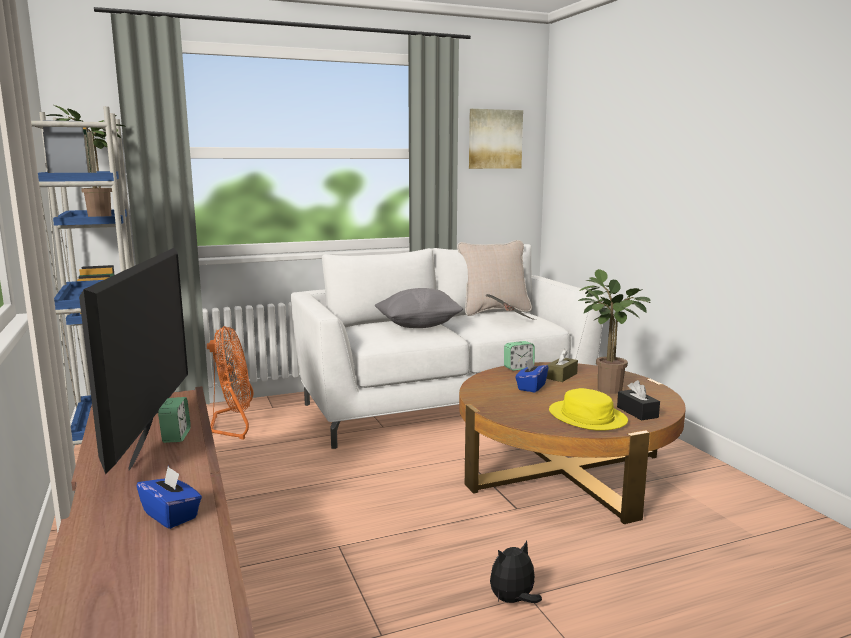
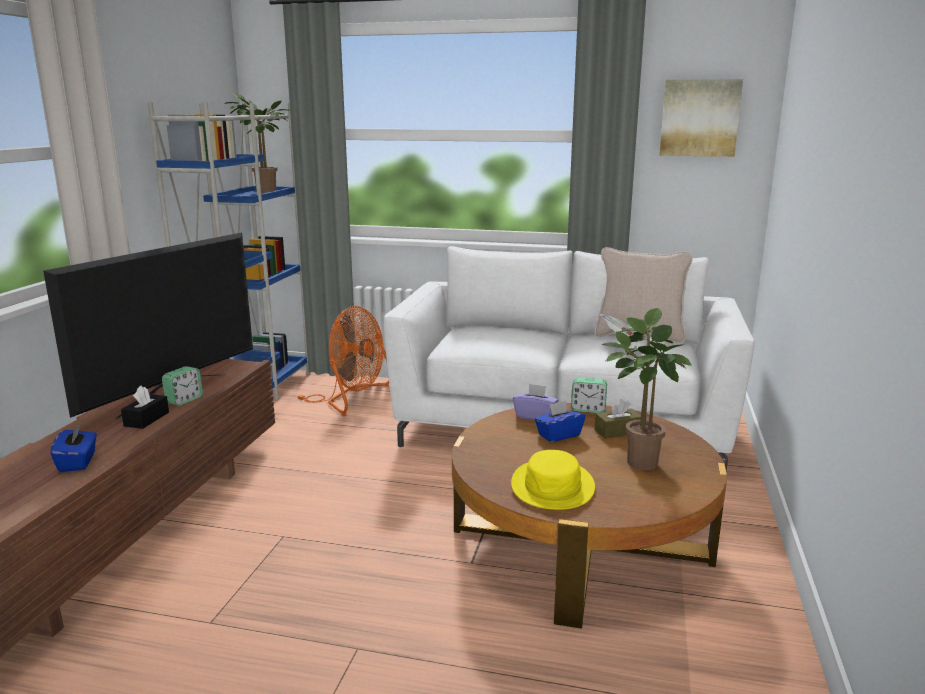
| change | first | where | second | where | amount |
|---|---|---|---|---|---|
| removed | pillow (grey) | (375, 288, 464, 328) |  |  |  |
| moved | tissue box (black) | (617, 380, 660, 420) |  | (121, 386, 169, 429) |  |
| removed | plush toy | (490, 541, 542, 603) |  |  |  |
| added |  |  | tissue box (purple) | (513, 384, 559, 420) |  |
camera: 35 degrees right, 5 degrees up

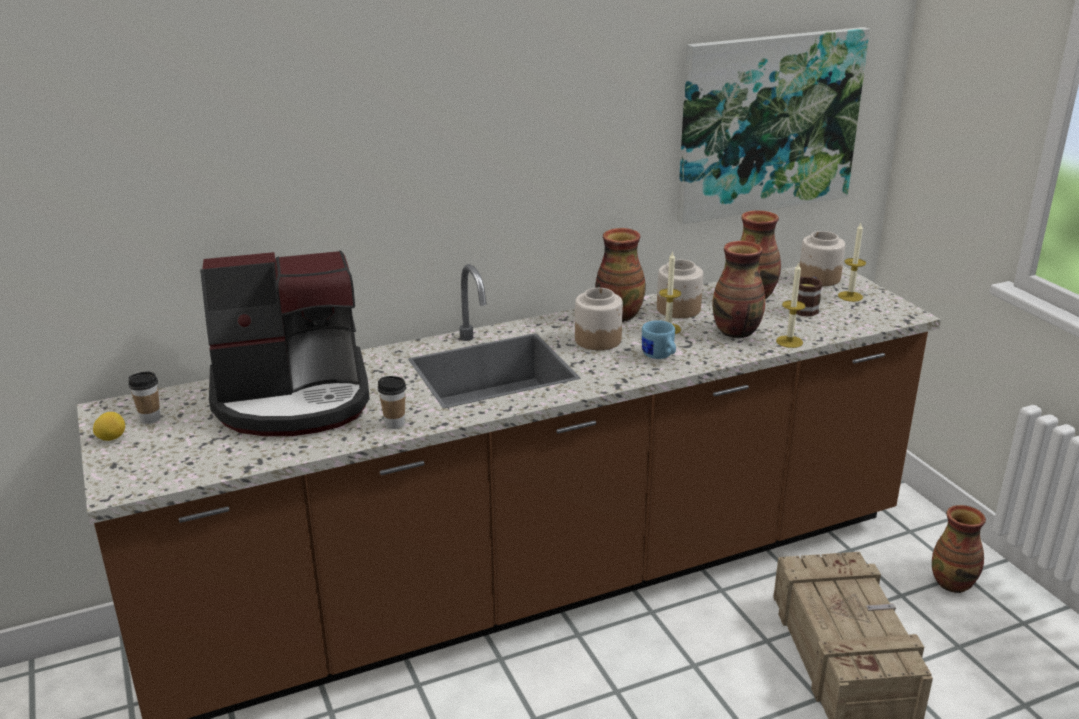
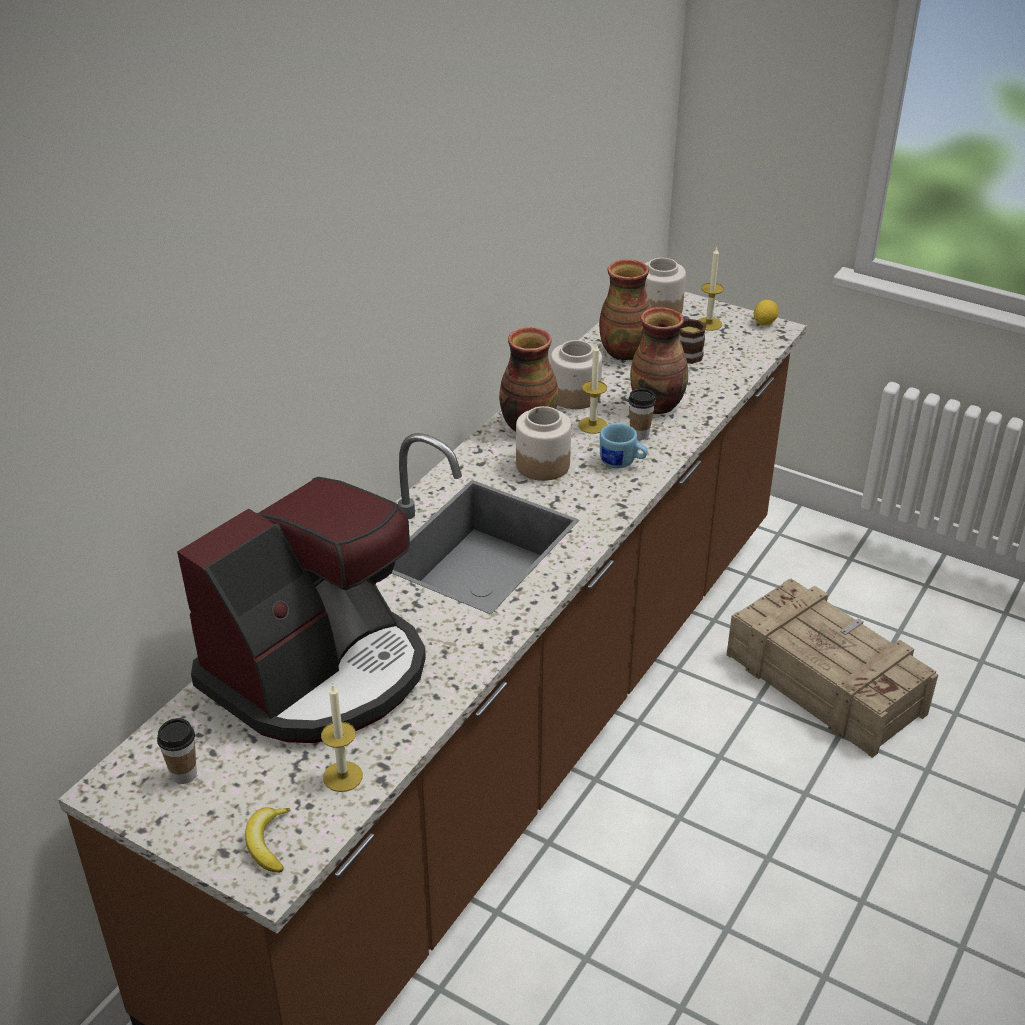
| change | first | where | second | where | amount |
|---|---|---|---|---|---|
| removed | picture | (677, 27, 870, 224) |  |  |  |
| moved | candle | (776, 262, 806, 348) |  | (321, 683, 363, 792) |  |
| moved | cup | (378, 376, 406, 429) |  | (628, 389, 656, 440) |  |
| moved | lemon | (93, 412, 125, 441) |  | (753, 300, 779, 325) |  |
| removed | vase | (932, 505, 986, 593) |  |  |  |
| added |  |  | banana | (245, 807, 291, 873) |  |
camera: 35 degrees left, 10 degrees up

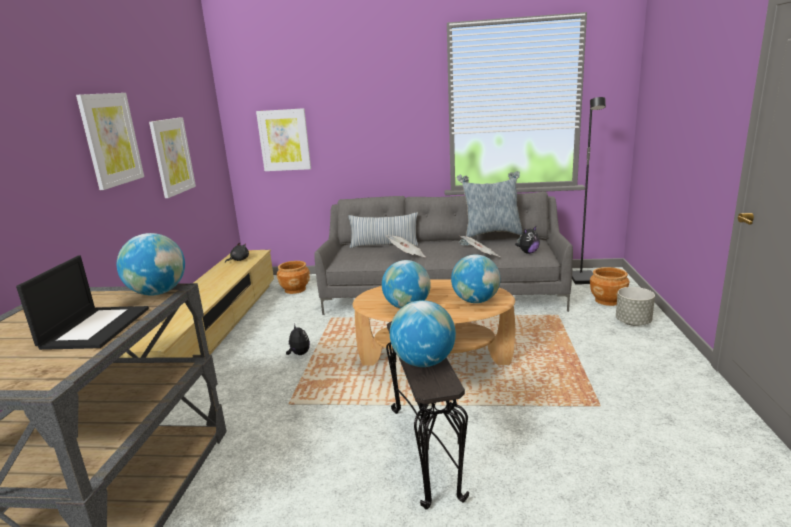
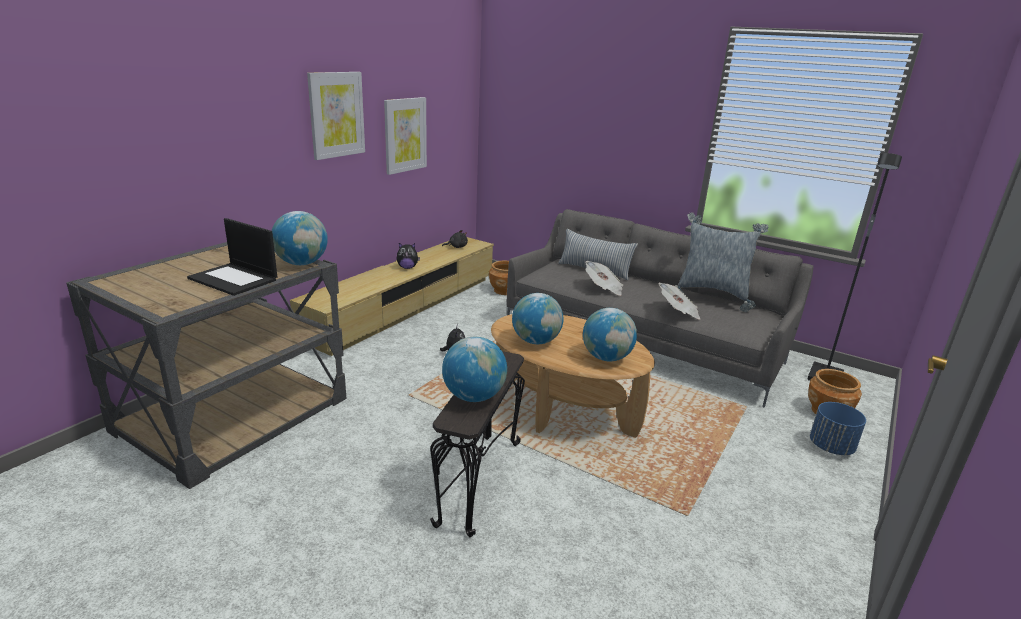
| change | first | where | second | where | amount |
|---|---|---|---|---|---|
| removed | picture | (256, 108, 311, 171) |  |  |  |
| moved | plush toy | (515, 226, 540, 254) |  | (397, 243, 420, 269) |  |
| turned | laptop | (16, 255, 149, 350) |  | (187, 218, 277, 296) | 90 degrees clockwise |
| recoloured | planter (grey) | (616, 287, 655, 326) | planter (blue) | (810, 402, 866, 455) |  |
camera: 25 degrees right, 5 degrees up

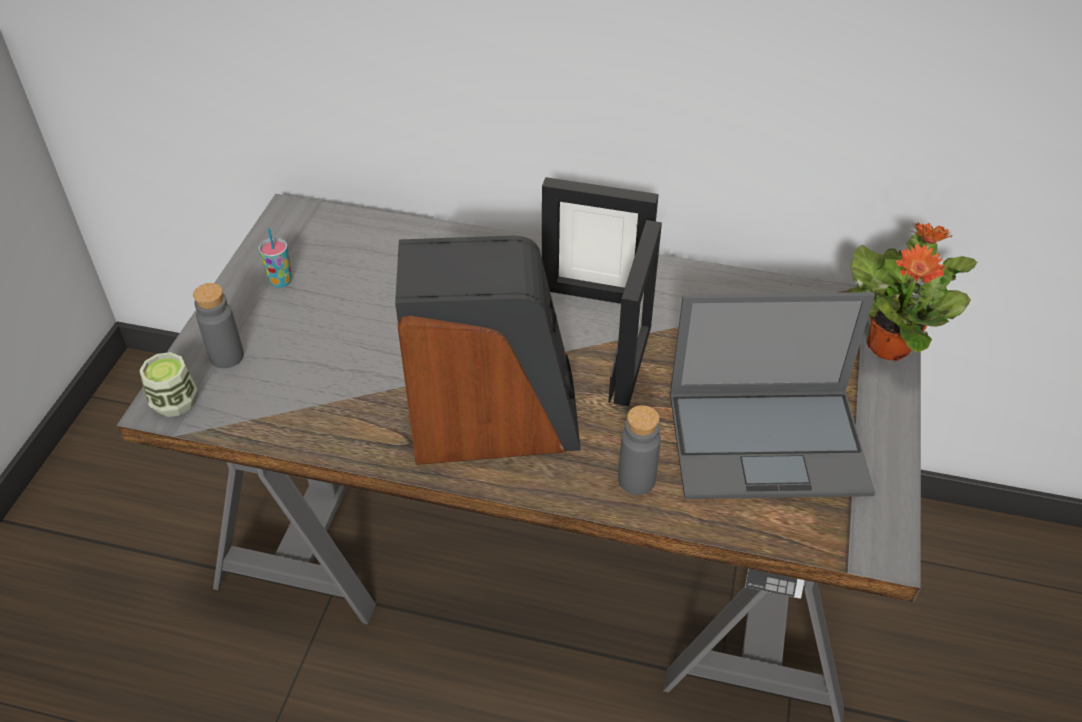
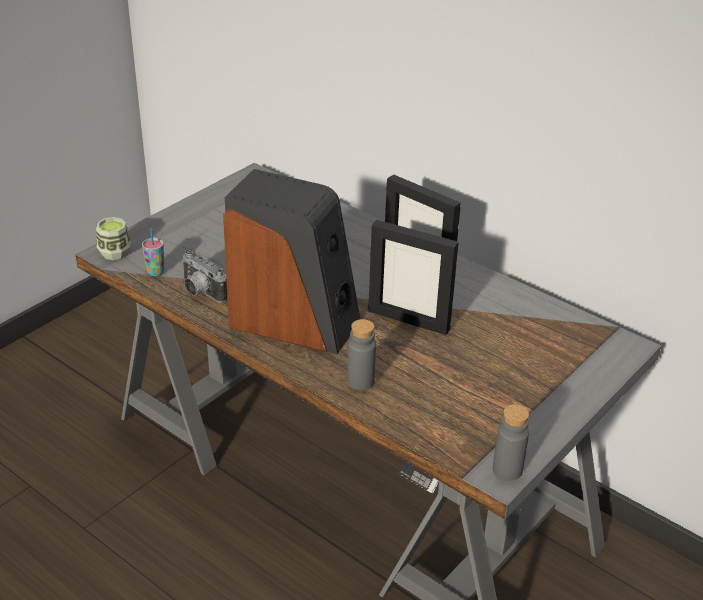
| change | first | where | second | where | amount |
|---|---|---|---|---|---|
| turned | picture frame | (608, 220, 662, 407) |  | (368, 220, 459, 335) | 75 degrees clockwise |
| removed | potted plant | (848, 222, 977, 361) |  |  |  |
| moved | cup | (259, 228, 292, 288) |  | (142, 228, 164, 276) |  |
| moved | bottle (grey) | (193, 283, 244, 368) |  | (493, 404, 529, 481) |  |
| removed | laptop | (670, 292, 875, 499) |  |  |  |
| added |  |  | photo camera | (182, 249, 227, 303) |  |
camera: 25 degrees right, 10 degrees down

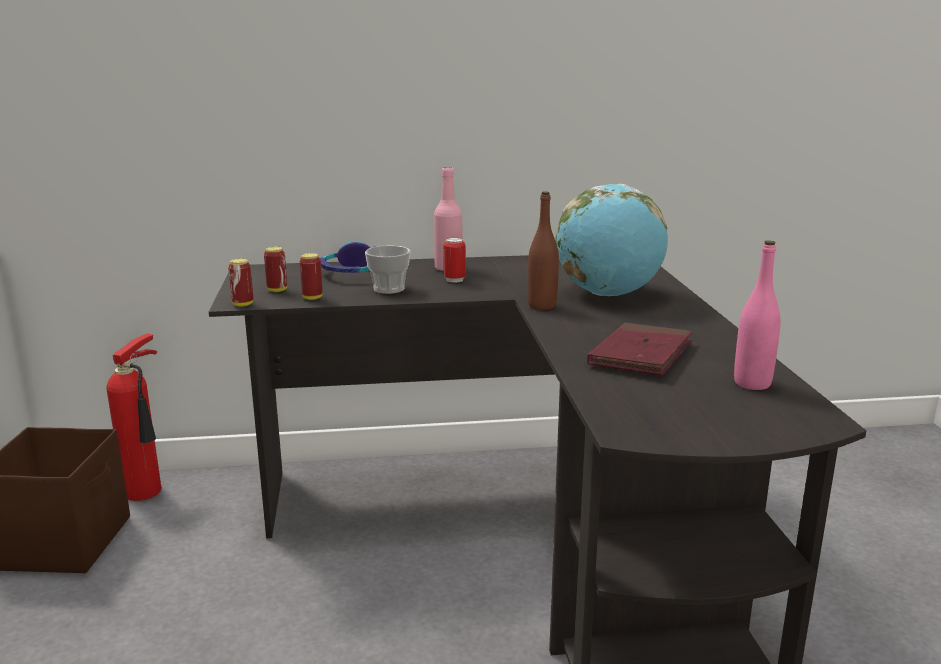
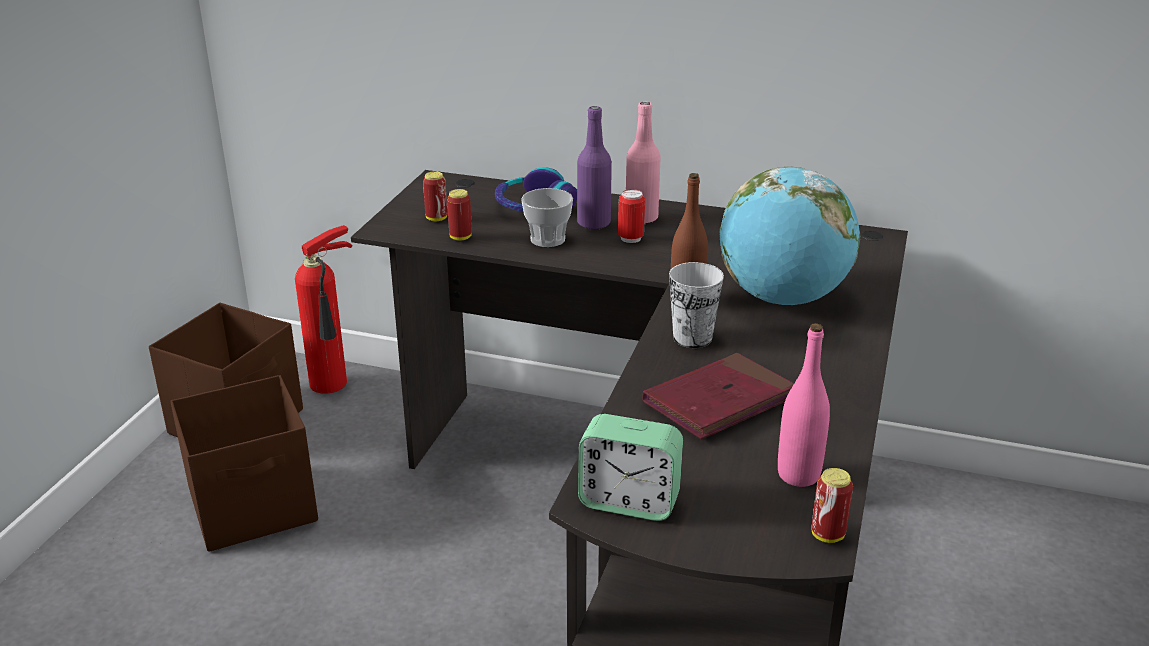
| change | first | where | second | where | amount |
|---|---|---|---|---|---|
| moved | can | (228, 259, 253, 307) |  | (812, 468, 853, 543) |  |
| added |  |  | bottle (purple) | (577, 106, 612, 229) |  |
| added |  |  | cup | (669, 262, 724, 348) |  |
| added |  |  | storage box (brown) | (170, 375, 318, 552) |  |
| added |  |  | alarm clock | (578, 414, 683, 521) |  |
camera: 25 degrees right, 10 degrees up

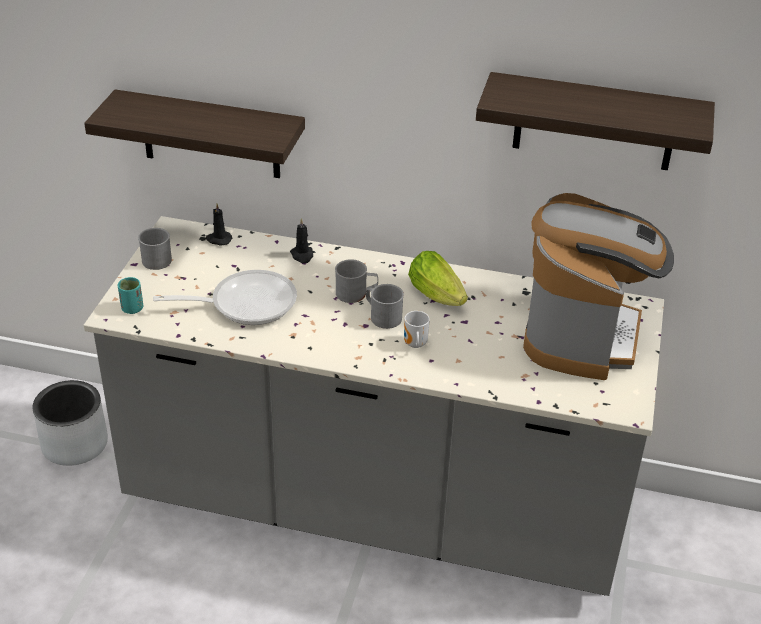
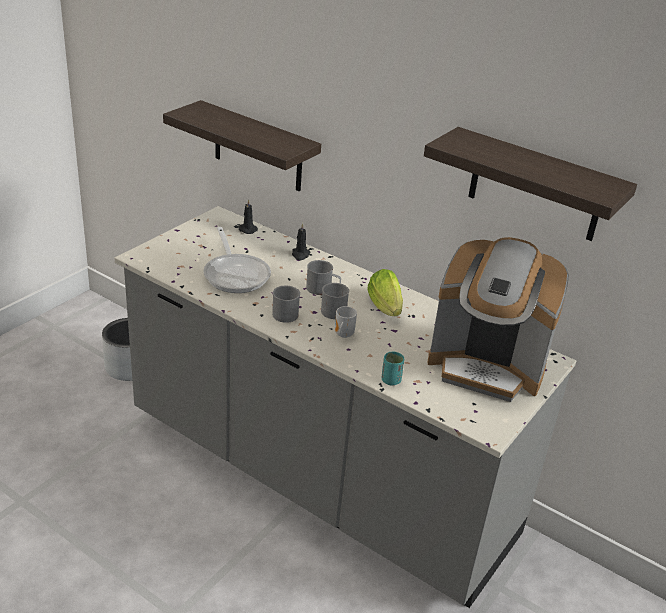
| change | first | where | second | where | amount |
|---|---|---|---|---|---|
| turned | coffee machine | (523, 193, 674, 380) |  | (427, 237, 569, 402) | 75 degrees clockwise |
| moved | mug (grey) | (138, 228, 172, 270) |  | (272, 286, 300, 323) |  |
| turned | frying pan | (153, 270, 297, 325) |  | (203, 227, 271, 293) | 60 degrees clockwise |
| moved | cup (turquoise) | (118, 277, 143, 314) |  | (382, 352, 404, 385) |  |
camera: 20 degrees right, 5 degrees down

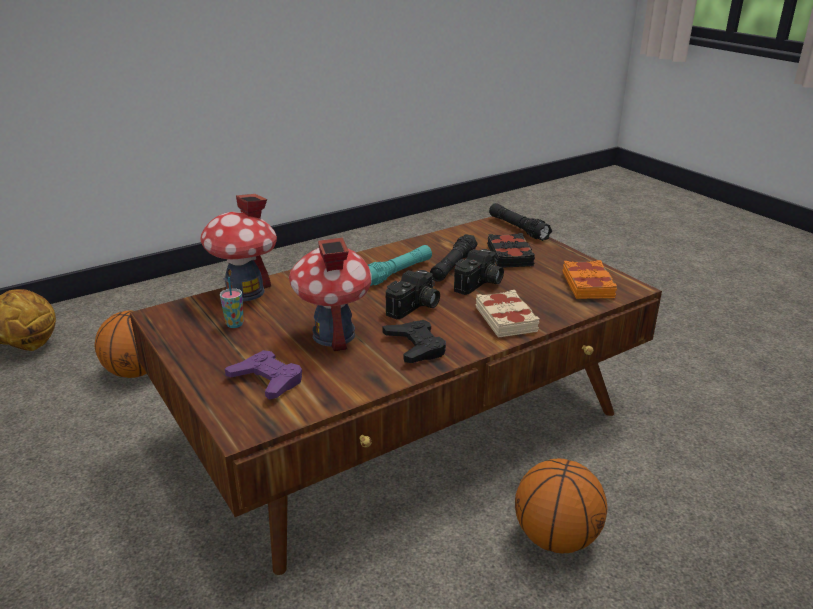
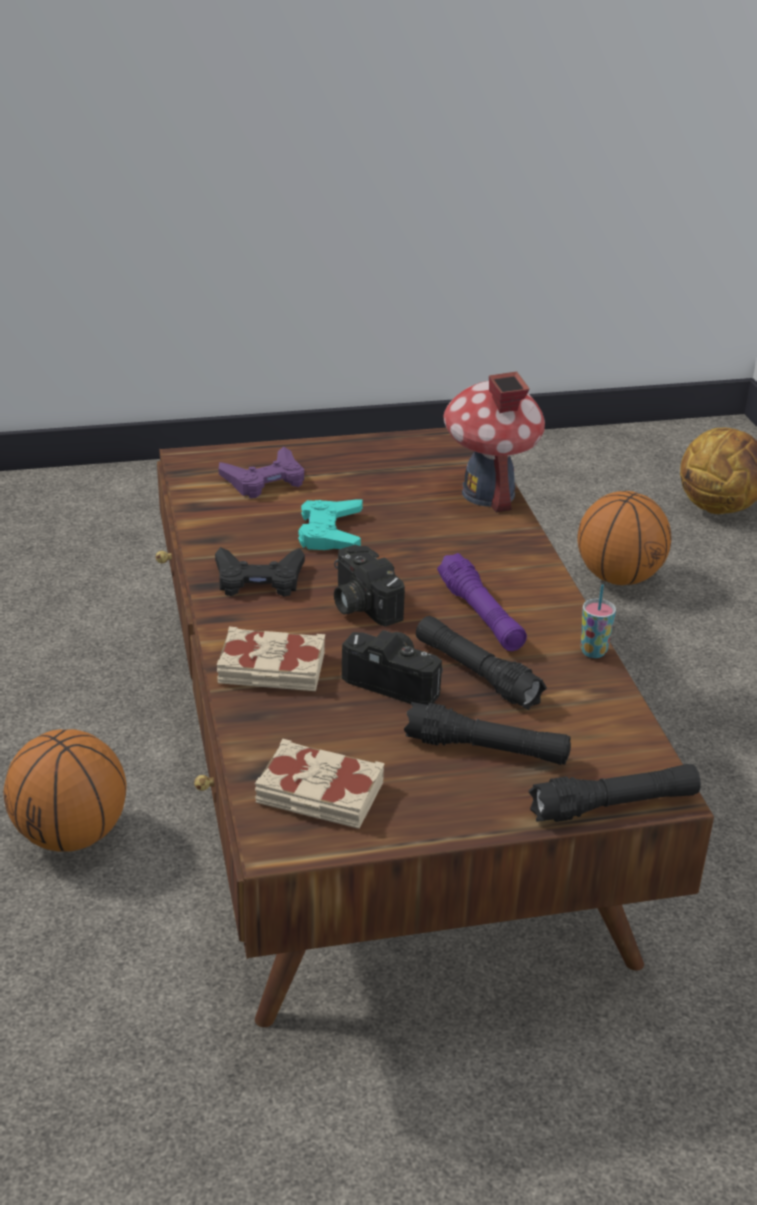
| change | first | where | second | where | amount |
|---|---|---|---|---|---|
| replaced | book (black) | (487, 233, 535, 268) | flashlight (black) | (404, 702, 571, 765) |  |
| replaced | toy house | (289, 238, 372, 351) | game controller (turquoise) | (298, 500, 363, 550) |  |
| recoloured | flashlight (turquoise) | (368, 245, 432, 286) | flashlight (purple) | (437, 553, 527, 651) |  |
| turned | photo camera | (454, 249, 504, 295) |  | (341, 630, 443, 705) | 150 degrees clockwise |
| recoloured | book (orange) | (562, 260, 617, 299) | book (beige) | (255, 739, 385, 829) |  |
| moved | cup | (220, 277, 244, 328) |  | (581, 584, 616, 658) |  |
camera: 110 degrees right, 5 degrees up

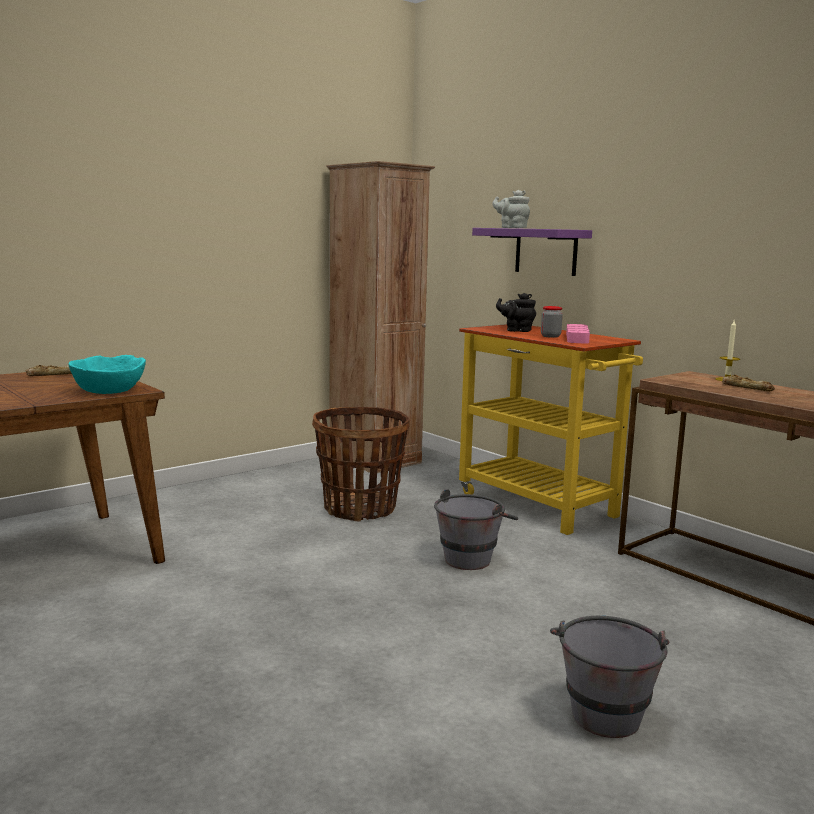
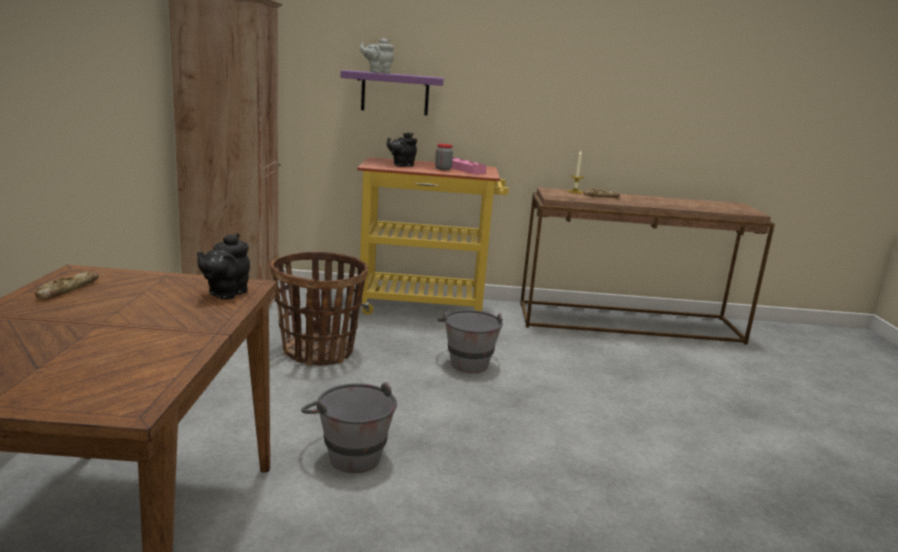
| change | first | where | second | where | amount |
|---|---|---|---|---|---|
| replaced | bowl (turquoise) | (68, 355, 146, 394) | teapot (black) | (197, 233, 250, 299) |  |
| moved | bucket (grey) | (550, 616, 669, 738) |  | (301, 382, 397, 473) |  |
camera: 50 degrees left, 5 degrees up

